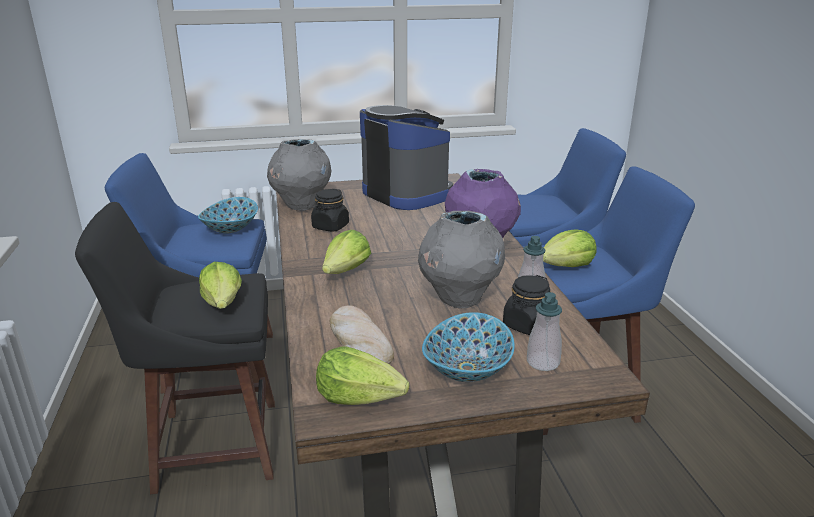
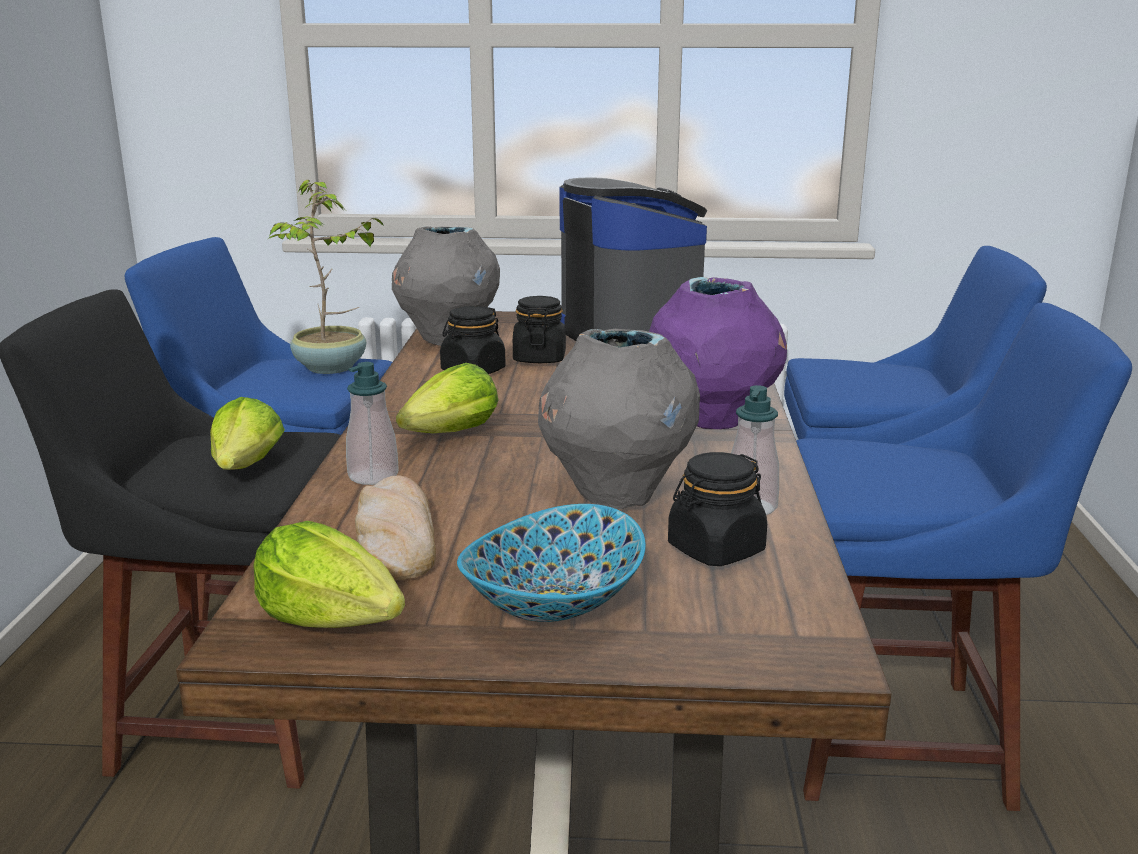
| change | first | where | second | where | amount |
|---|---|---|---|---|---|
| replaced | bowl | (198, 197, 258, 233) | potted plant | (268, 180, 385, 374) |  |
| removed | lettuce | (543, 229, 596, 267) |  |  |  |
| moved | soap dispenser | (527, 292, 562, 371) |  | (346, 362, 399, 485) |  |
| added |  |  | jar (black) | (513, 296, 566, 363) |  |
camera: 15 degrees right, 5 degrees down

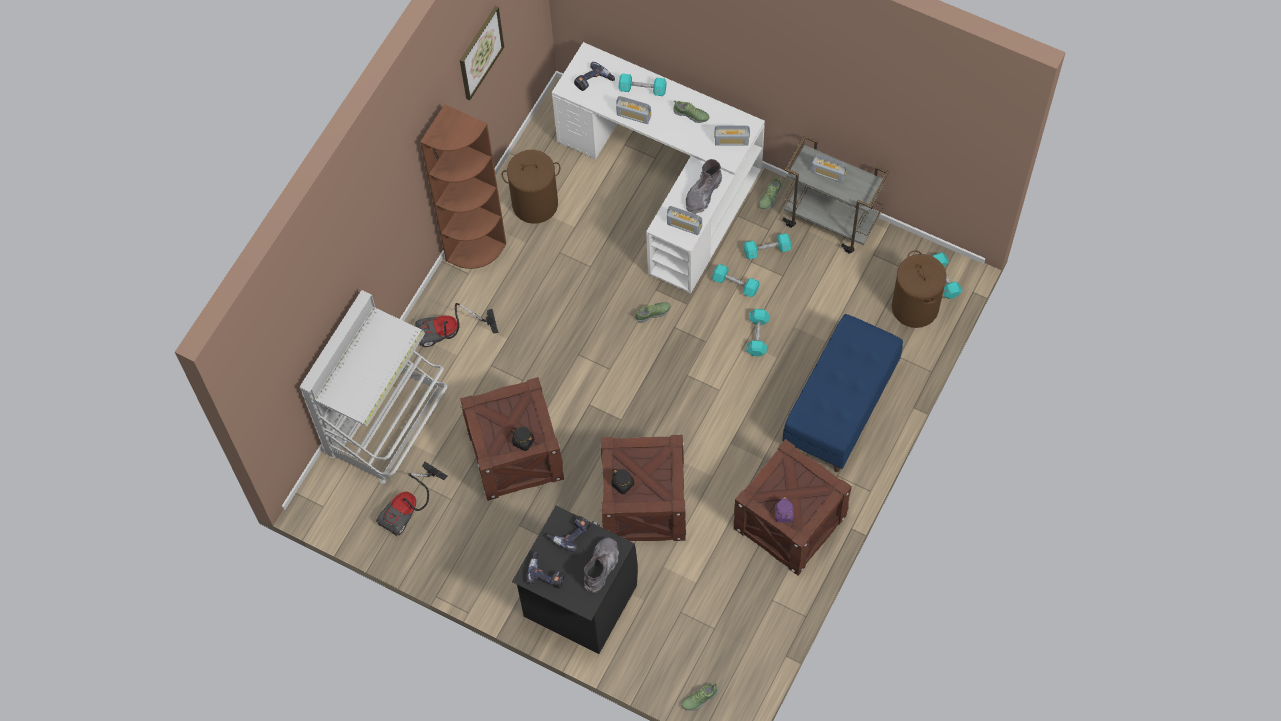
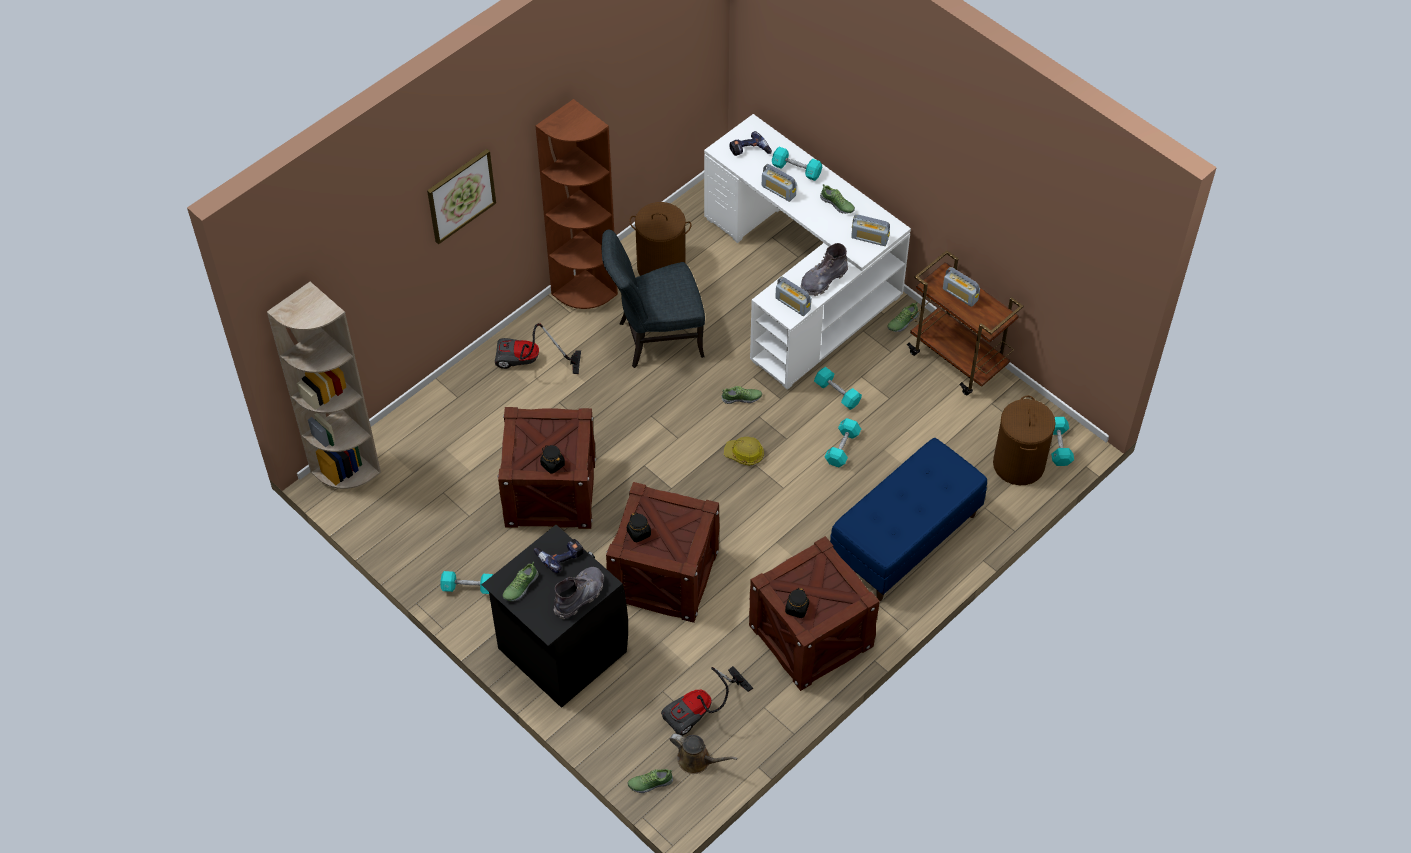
| change | first | where | second | where | amount |
|---|---|---|---|---|---|
| moved | picture | (460, 6, 504, 100) |  | (427, 149, 496, 244) |  |
| recoloured | cart (grey) | (782, 135, 889, 254) | cart (brown) | (907, 250, 1024, 396) |  |
| moved | dumbbell (turquoise) | (744, 233, 791, 259) |  | (441, 571, 494, 594) |  |
| removed | shoe rack (white) | (300, 290, 448, 484) |  |  |  |
| moved | vacuum cleaner | (376, 462, 448, 537) |  | (661, 666, 753, 736) |  |
| recoloured | jar (purple) | (775, 497, 794, 522) | jar (black) | (785, 588, 809, 618) |  |
| replaced | power drill | (527, 552, 565, 589) | shoe | (503, 562, 539, 601) |  |
| added |  |  | chair (grey) | (602, 229, 705, 368) |  |
| added |  |  | bookcase (beige) | (267, 282, 381, 489) |  |
| added |  |  | hard hat | (724, 437, 764, 466) |  |
| added |  |  | watering can (brown) | (670, 734, 737, 774) |  |
camera: 15 degrees right, 10 degrees down

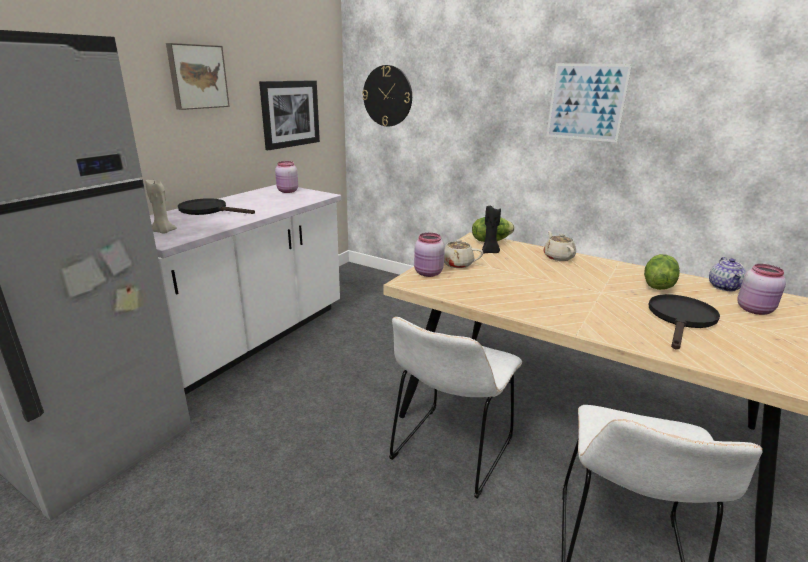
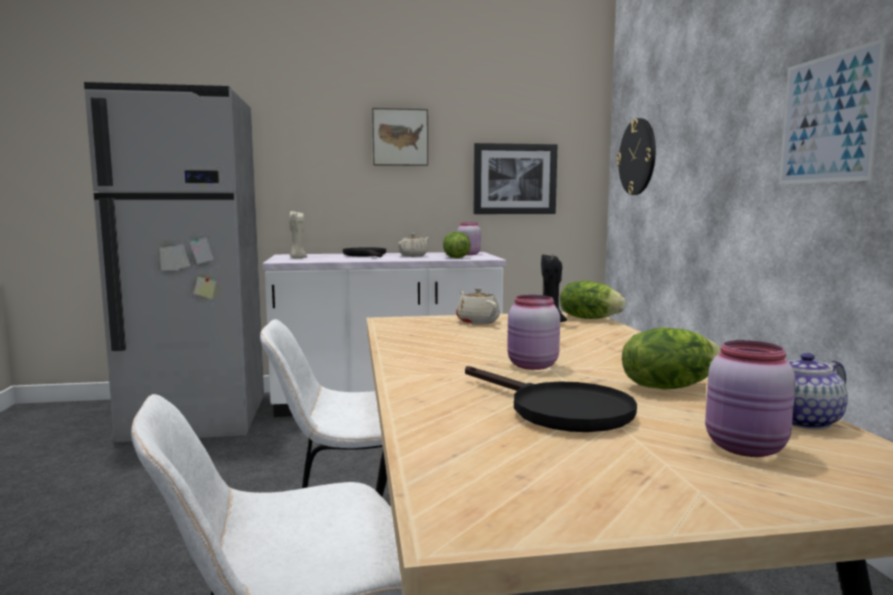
| change | first | where | second | where | amount |
|---|---|---|---|---|---|
| moved | teapot (beige) | (544, 231, 576, 261) |  | (398, 233, 429, 257) |  |
| moved | jar (pink) | (414, 233, 445, 277) |  | (507, 295, 560, 370) |  |
| turned | frying pan (black) | (649, 294, 720, 349) |  | (465, 366, 637, 432) | 60 degrees clockwise |
| added |  |  | lettuce | (443, 231, 471, 258) |  |
camera: 50 degrees right, 15 degrees down

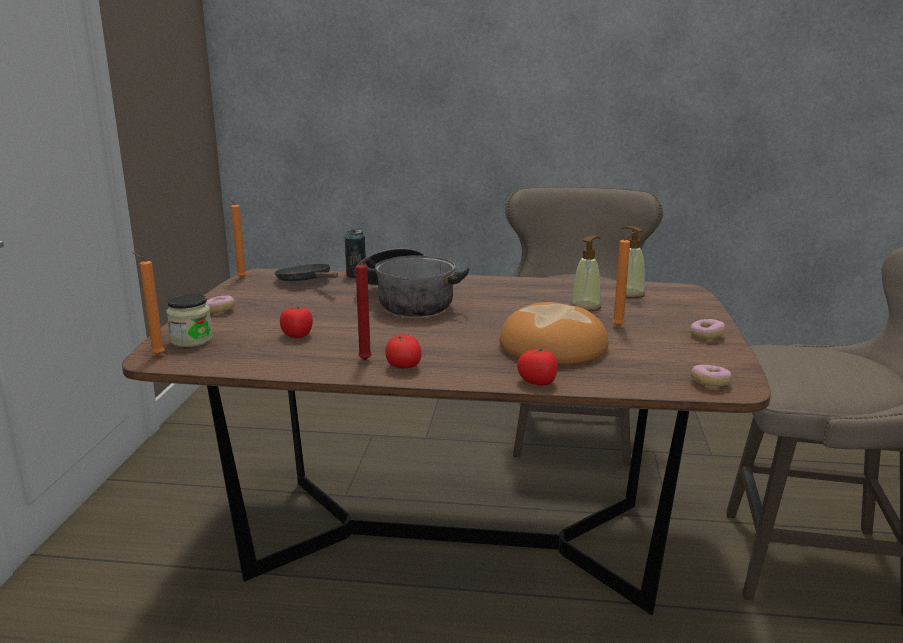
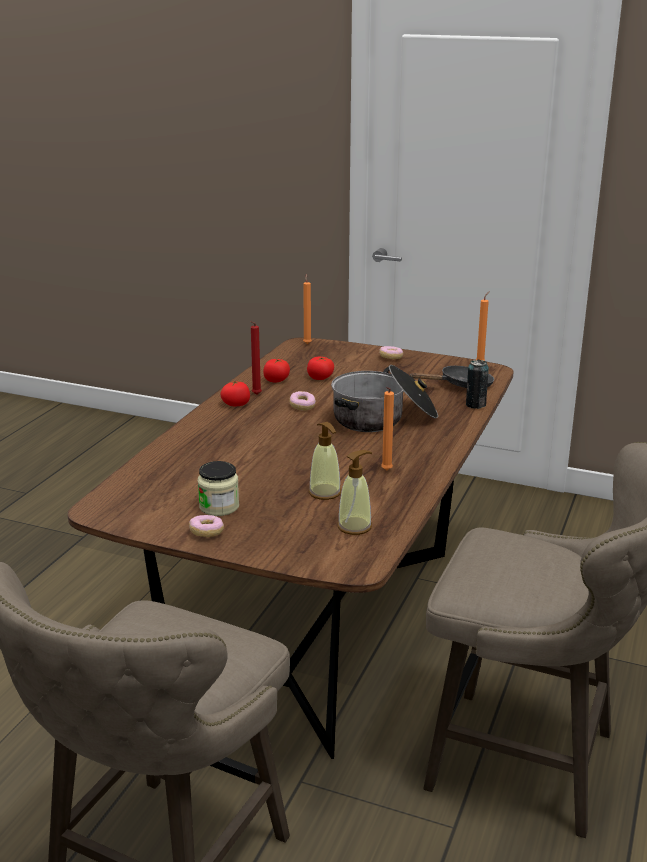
| change | first | where | second | where | amount |
|---|---|---|---|---|---|
| moved | candle (orange) | (613, 231, 637, 326) |  | (381, 387, 394, 470) |  |
| moved | jar | (166, 293, 213, 347) |  | (198, 461, 239, 516) |  |
| removed | bread | (499, 302, 609, 365) |  |  |  |
| moved | tomato | (517, 347, 558, 385) |  | (263, 359, 290, 383) |  |
| moved | donut | (691, 365, 732, 387) |  | (289, 391, 316, 411) |  |
camera: 105 degrees right, 5 degrees up

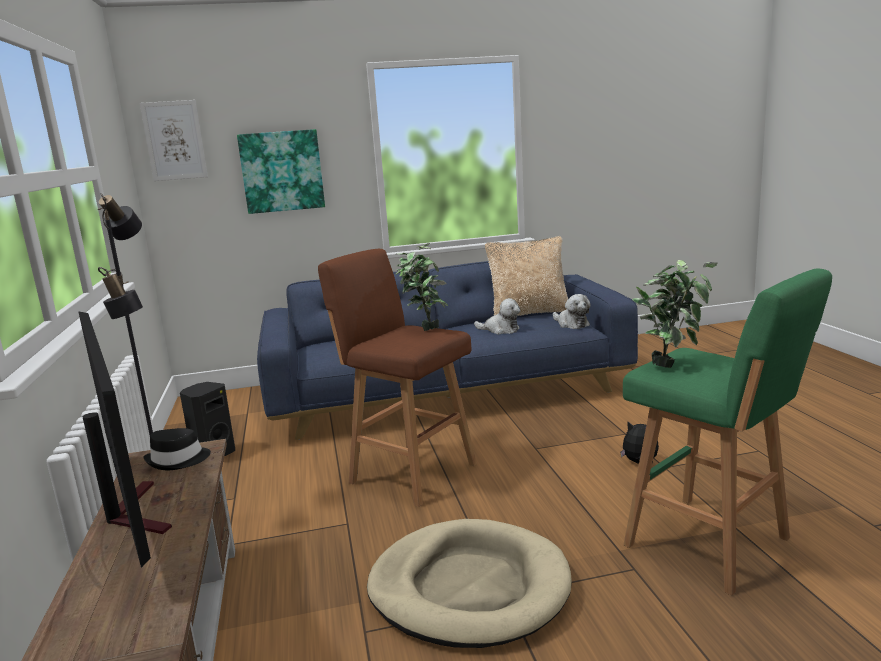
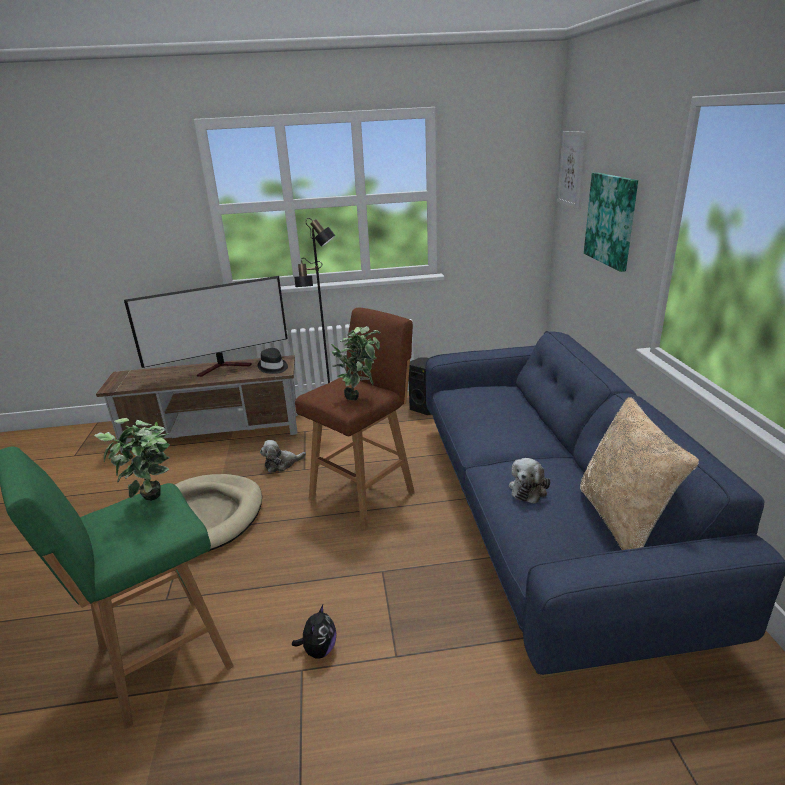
| change | first | where | second | where | amount |
|---|---|---|---|---|---|
| moved | plush toy | (553, 294, 591, 329) |  | (260, 440, 306, 473) |  |
camera: 95 degrees right, 10 degrees up

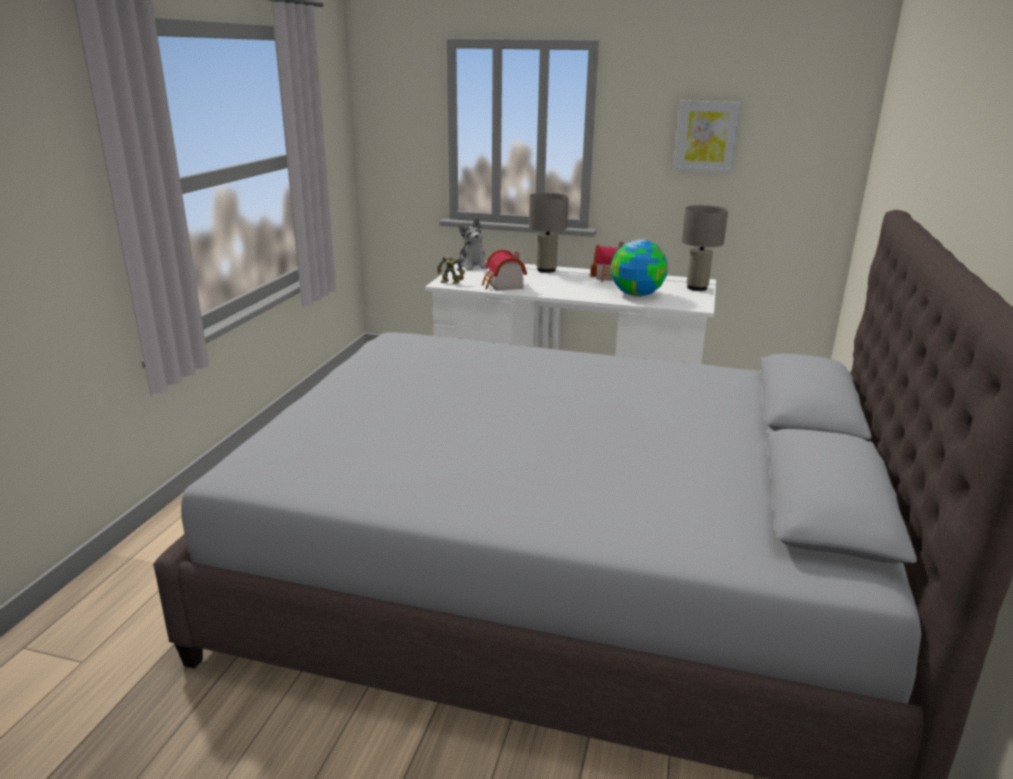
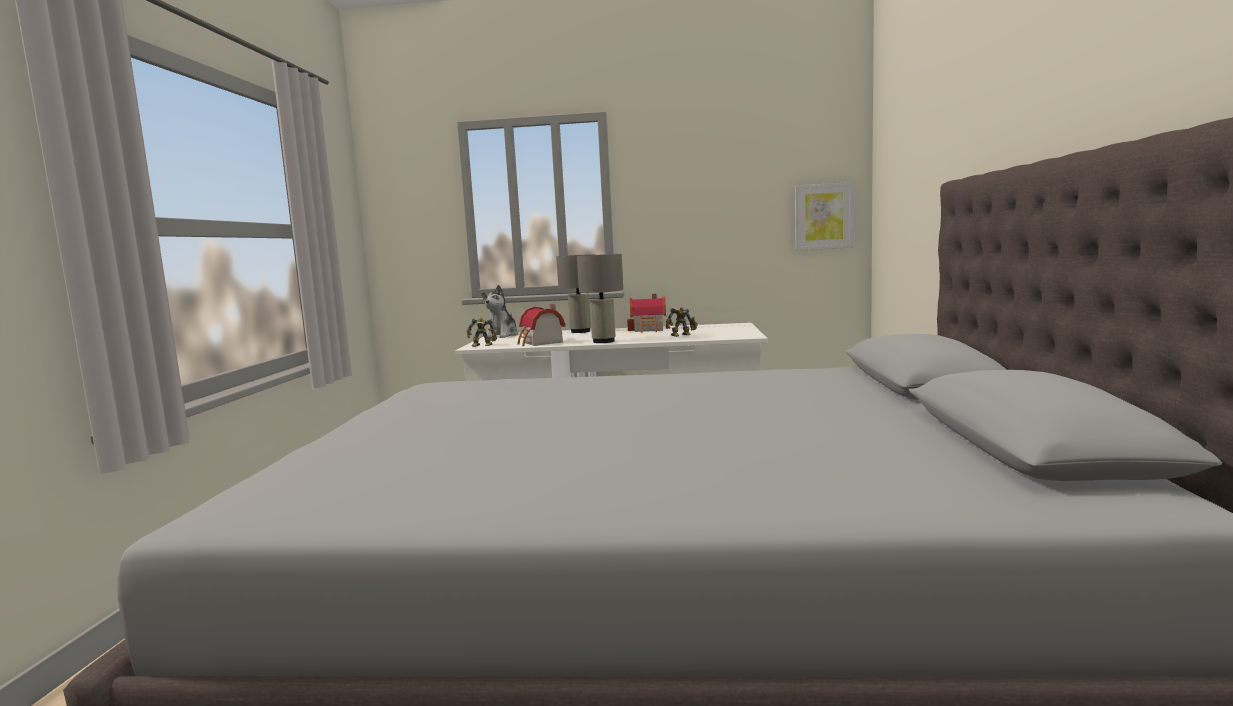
| change | first | where | second | where | amount |
|---|---|---|---|---|---|
| moved | picture | (674, 100, 741, 173) |  | (795, 182, 853, 250) |  |
| moved | table lamp (grey) | (682, 205, 728, 291) |  | (577, 254, 623, 343) |  |
| turned | plush toy | (457, 218, 488, 270) |  | (481, 285, 518, 338) | 45 degrees clockwise |
| replaced | globe | (611, 239, 668, 297) | toy robot | (666, 307, 698, 337) |  |
camera: 10 degrees left, 15 degrees down

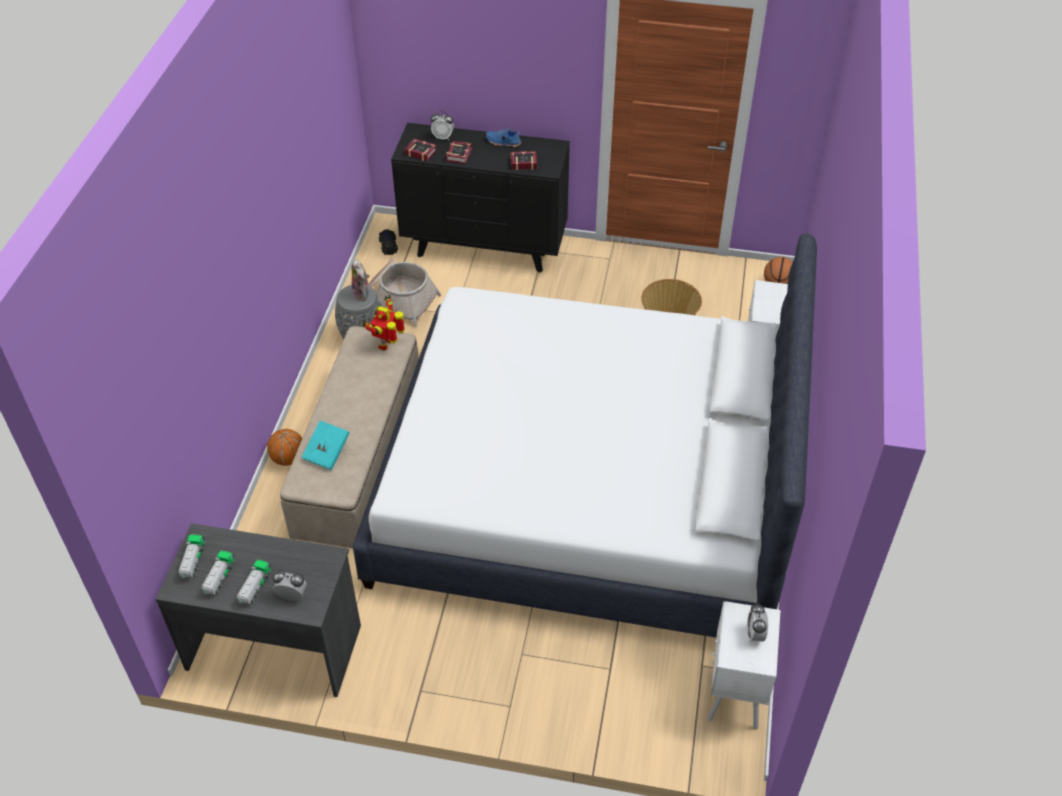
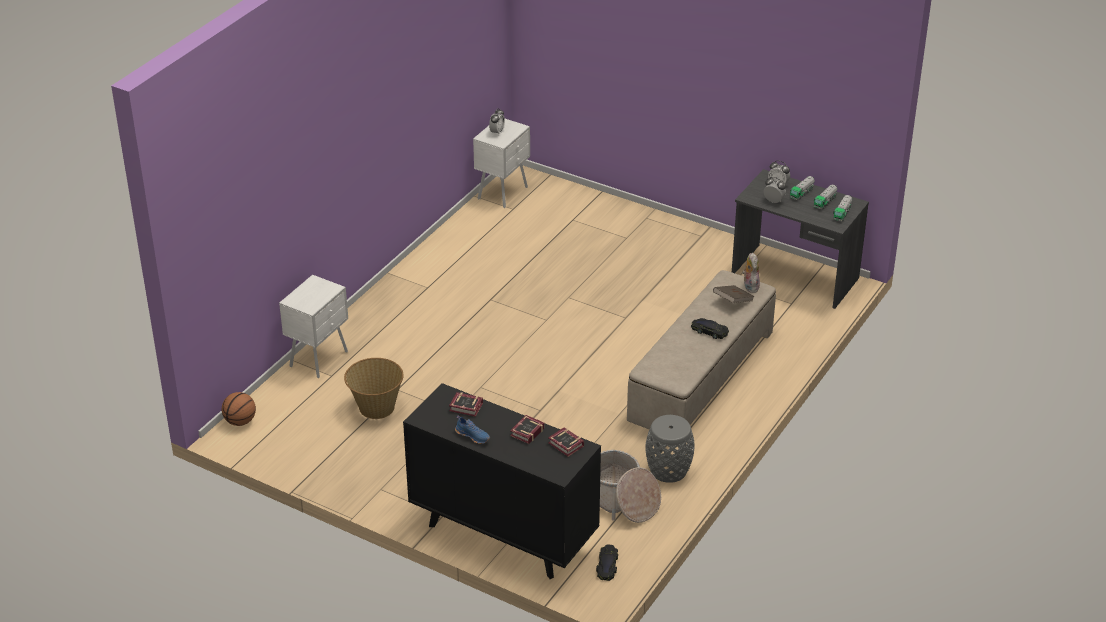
| change | first | where | second | where | amount |
|---|---|---|---|---|---|
| moved | alarm clock | (431, 111, 454, 140) |  | (764, 177, 786, 203) |  |
| removed | bed (white) | (353, 233, 817, 638) |  |  |  |
| moved | plush toy | (351, 259, 370, 301) |  | (742, 253, 760, 293) |  |
| removed | toy robot | (362, 295, 405, 351) |  |  |  |
| recoloured | book (turquoise) | (301, 421, 350, 470) | book (brown) | (713, 285, 755, 303) |  |
| removed | basketball | (267, 429, 302, 466) |  |  |  |
| added |  |  | toy car (black) | (691, 318, 729, 339) |  |
camera: 160 degrees left, 10 degrees down

